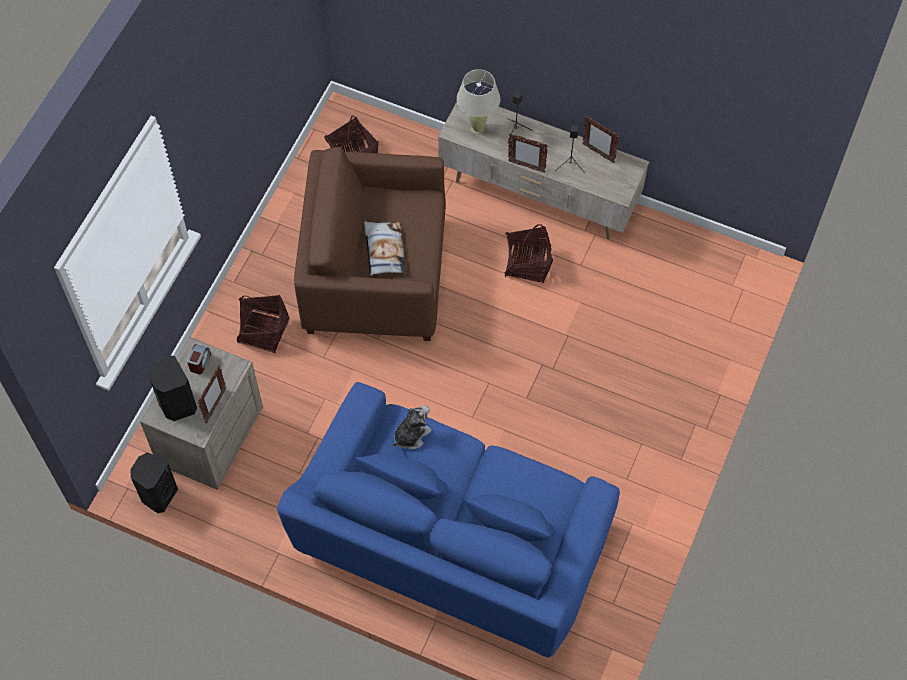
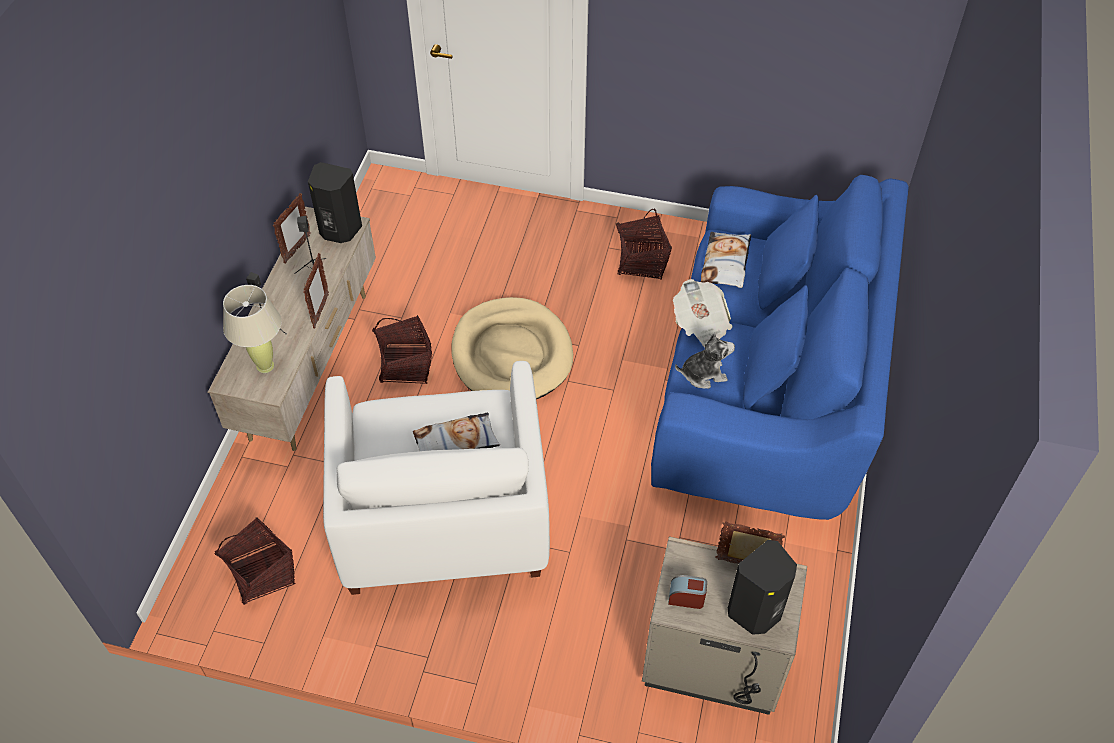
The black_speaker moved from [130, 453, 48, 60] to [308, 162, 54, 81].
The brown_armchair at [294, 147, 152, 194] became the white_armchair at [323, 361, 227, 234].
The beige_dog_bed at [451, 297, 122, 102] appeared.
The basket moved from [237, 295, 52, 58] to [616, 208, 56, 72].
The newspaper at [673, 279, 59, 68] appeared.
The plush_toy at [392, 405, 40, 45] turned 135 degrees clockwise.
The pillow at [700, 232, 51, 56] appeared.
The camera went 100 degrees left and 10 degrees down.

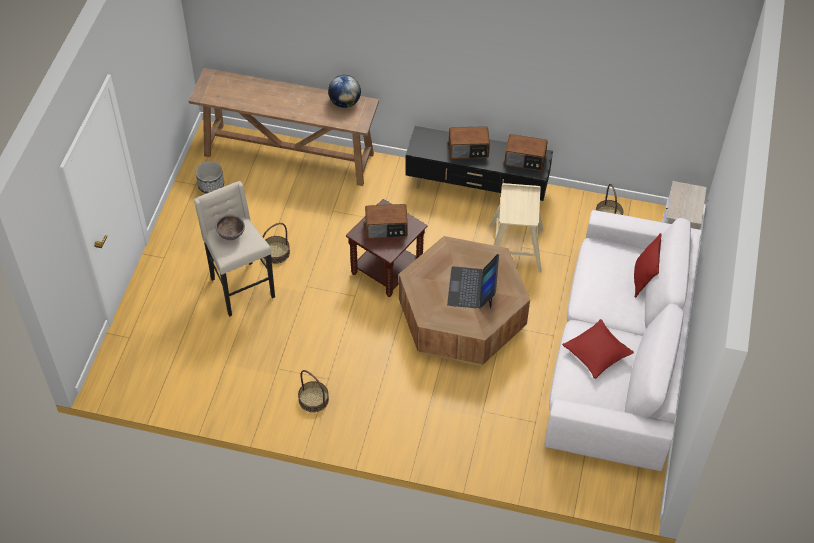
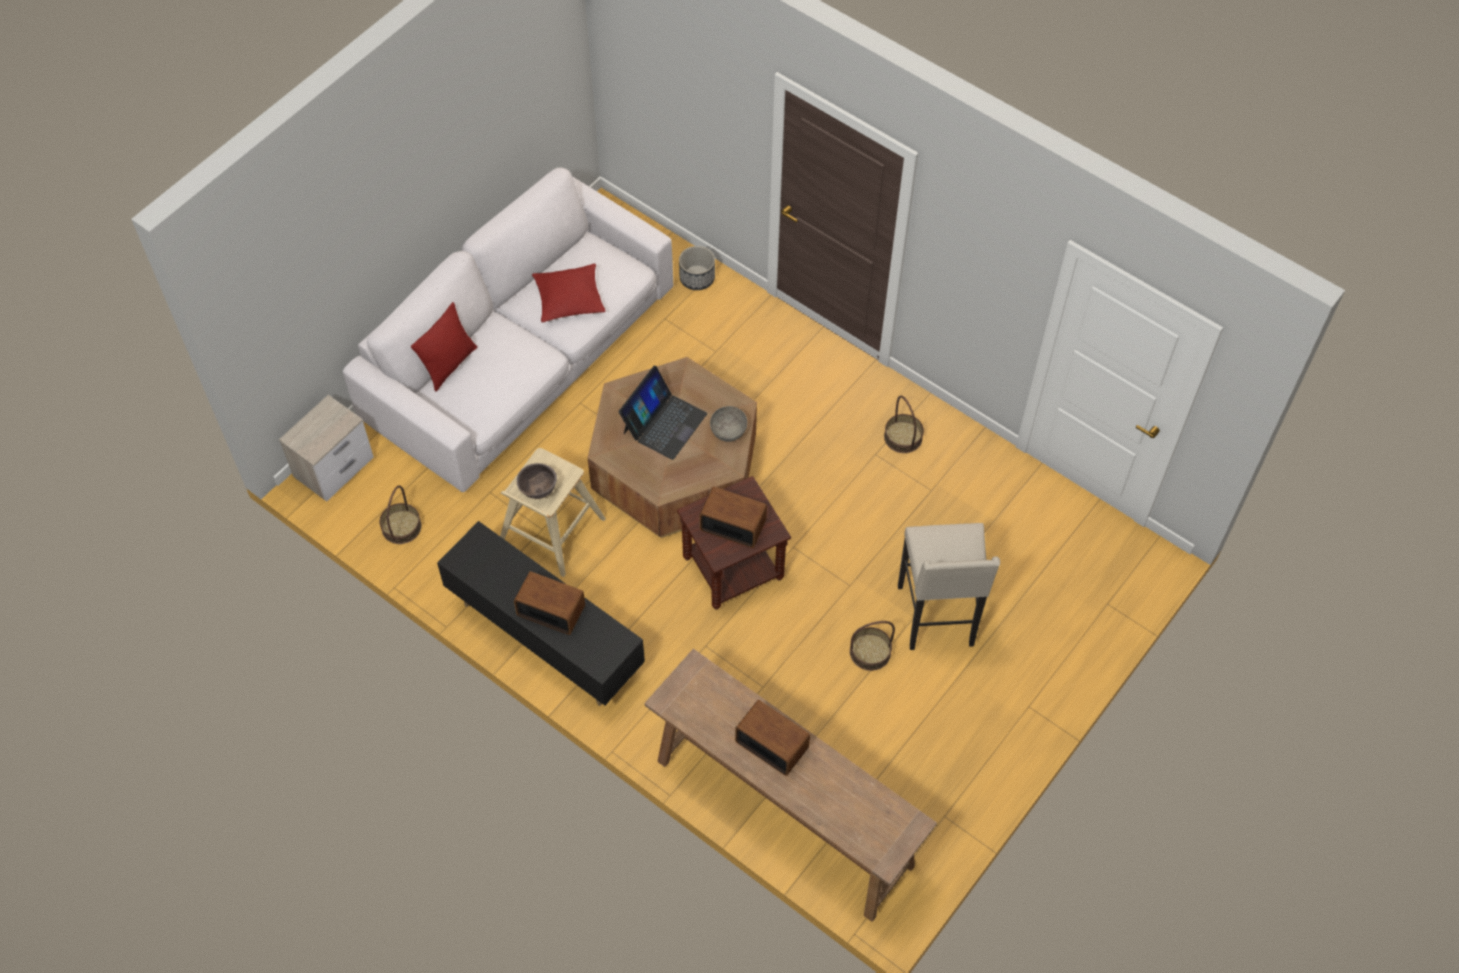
The brown_bowl moved from [215, 215, 30, 25] to [517, 463, 40, 36].
The planter moved from [196, 161, 28, 33] to [679, 246, 36, 44].
The grey_bowl at [710, 406, 37, 36] appeared.
The radio moved from [504, 134, 44, 37] to [735, 700, 75, 76].
The globe at [328, 75, 33, 33] disappeared.
The camera went 155 degrees left and 5 degrees up.

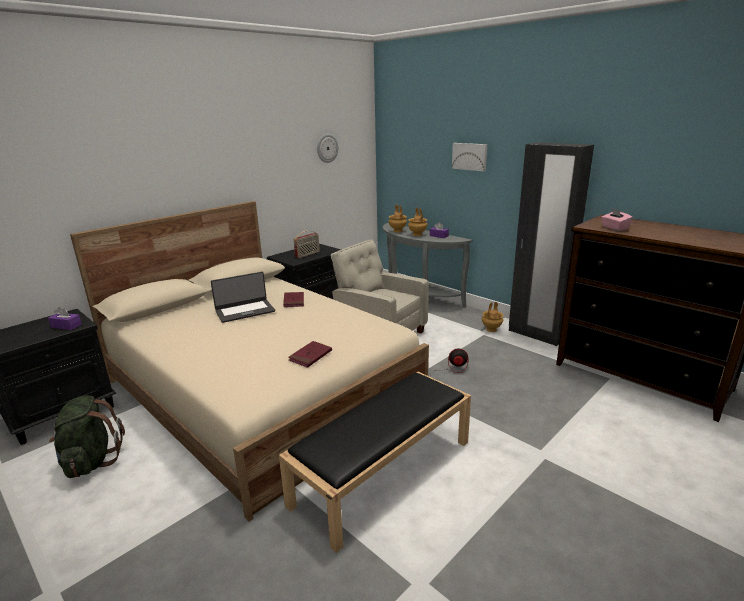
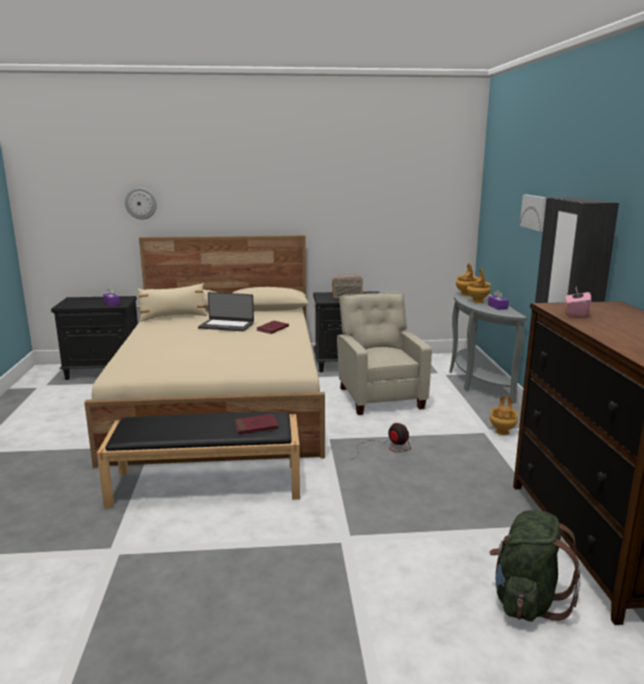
The wall_clock moved from [317, 134, 21, 29] to [125, 188, 32, 32].
The beige_pillow at [137, 283, 71, 39] appeared.
The red_book moved from [288, 341, 44, 27] to [235, 414, 44, 20].
The green_backpack moved from [49, 395, 76, 83] to [489, 510, 91, 112].
The camera went 40 degrees right and 5 degrees down.

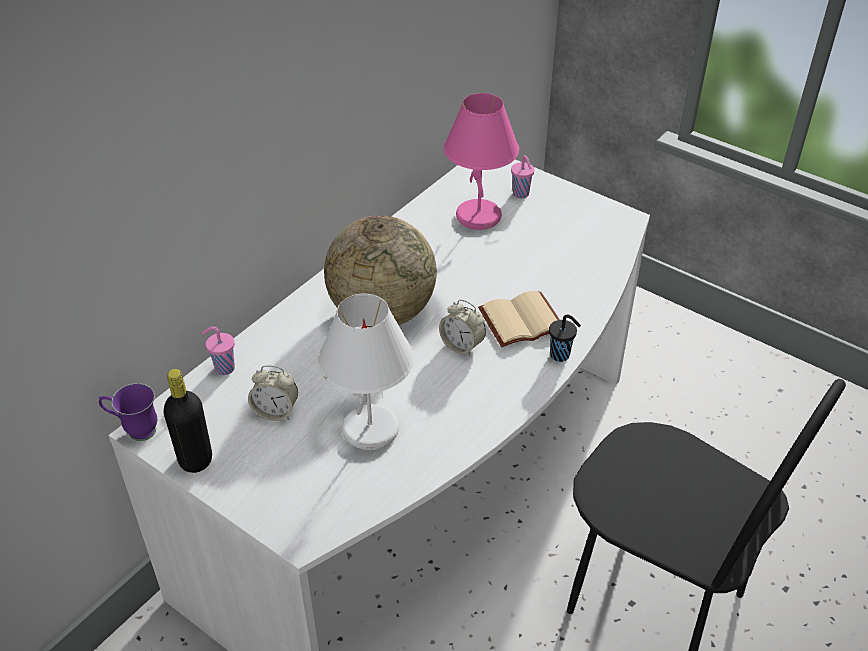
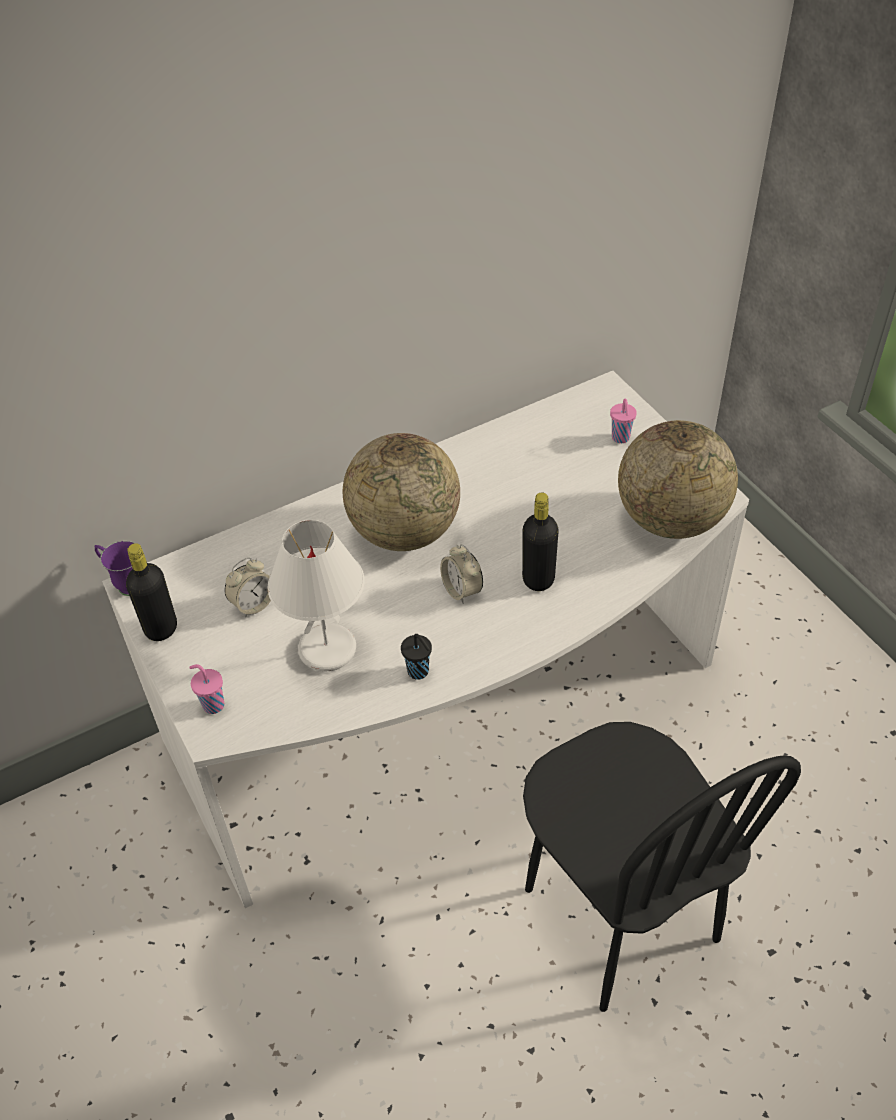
The pink_cup moved from [202, 326, 33, 49] to [190, 664, 34, 50].
The alarm_clock at [248, 365, 50, 56] turned 75 degrees counterclockwise.
The black_cup moved from [549, 314, 32, 48] to [401, 634, 31, 46].
The beige_book at [478, 291, 82, 56] was replaced by the black_bottle at [522, 493, 37, 98].
The globe at [618, 420, 120, 119] appeared.
The pink_table_lamp at [444, 93, 75, 137] disappeared.
The camera went 25 degrees right and 5 degrees up.

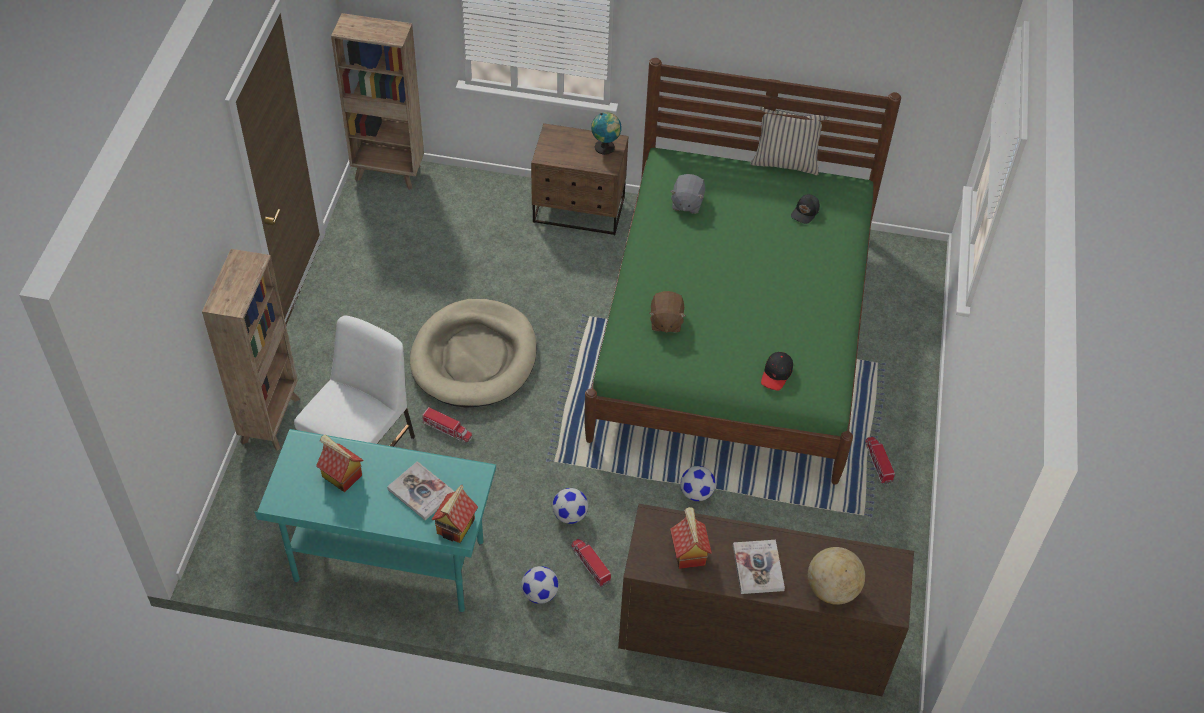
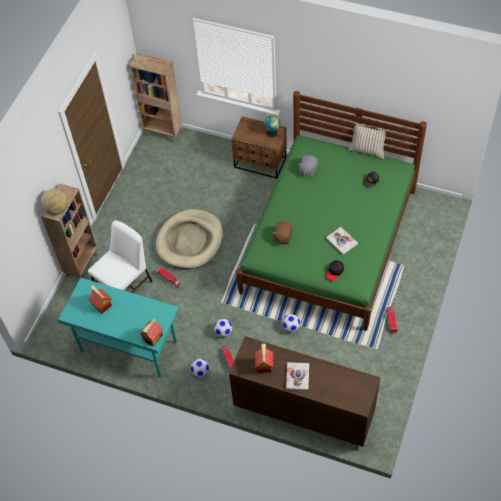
The globe moved from [808, 547, 57, 58] to [41, 188, 27, 27].
The book moved from [387, 461, 68, 59] to [326, 227, 32, 28].
The camera went 15 degrees right and 5 degrees up.

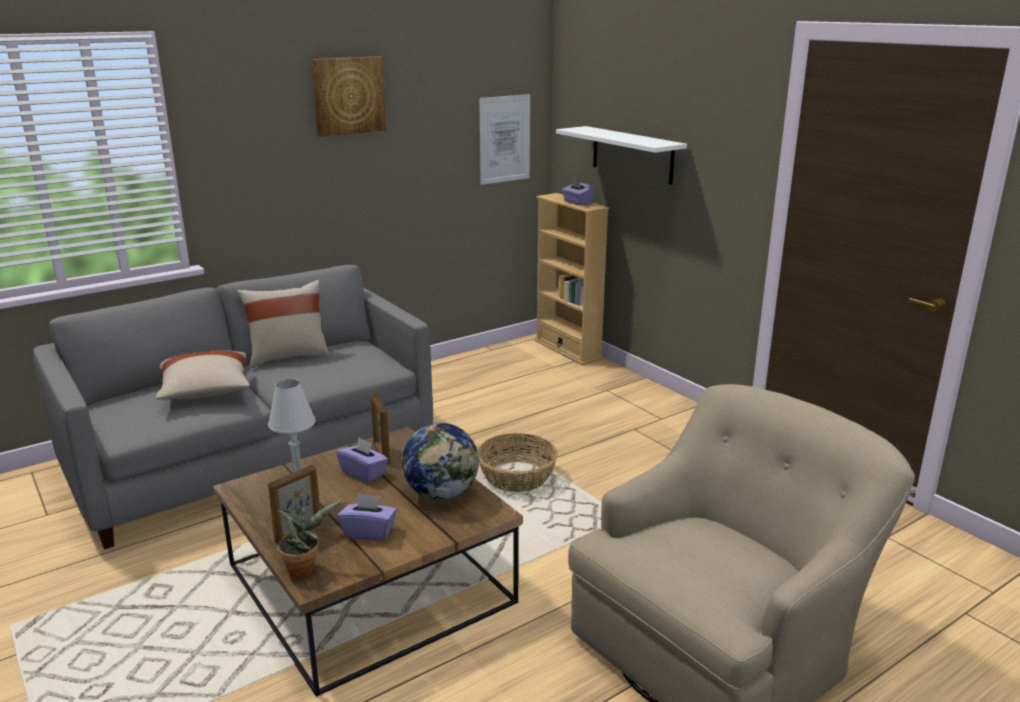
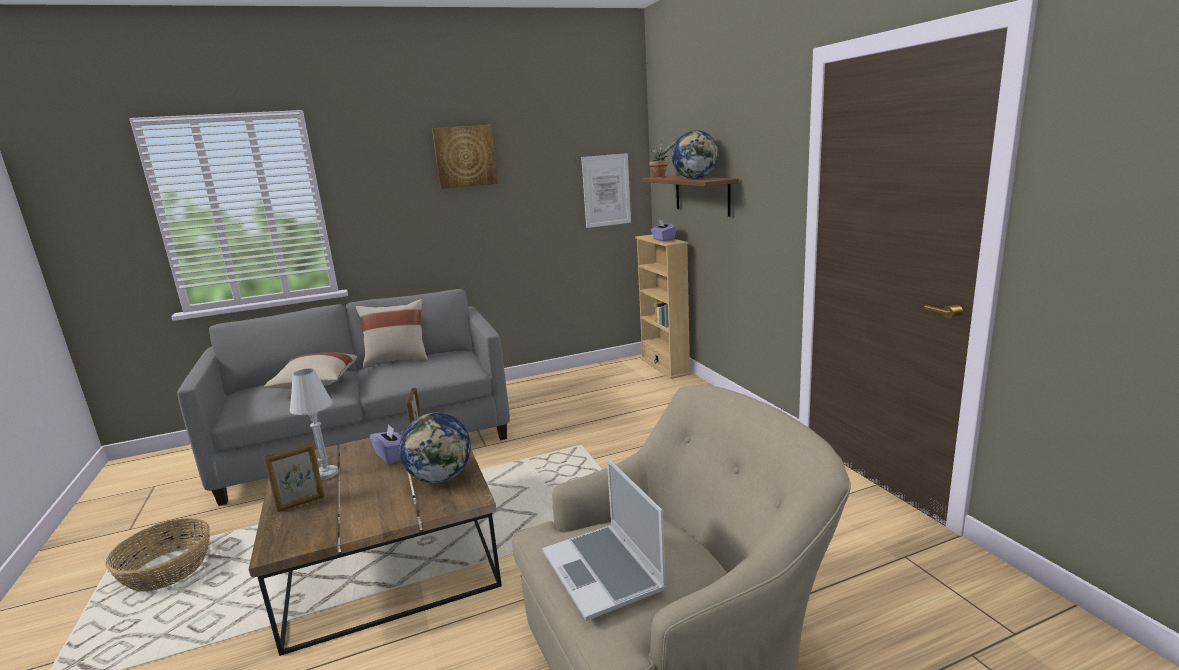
The basket moved from [477, 433, 81, 59] to [105, 518, 105, 74].
The laptop at [542, 458, 125, 163] appeared.
The white_shelf at [556, 126, 131, 59] became the brown_shelf at [642, 175, 97, 42].
The potted_plant moved from [278, 500, 63, 78] to [649, 140, 28, 37].
The globe at [671, 130, 48, 49] appeared.
The purple_tissue_box at [338, 494, 59, 47] disappeared.
The camera went 15 degrees right and 5 degrees down.

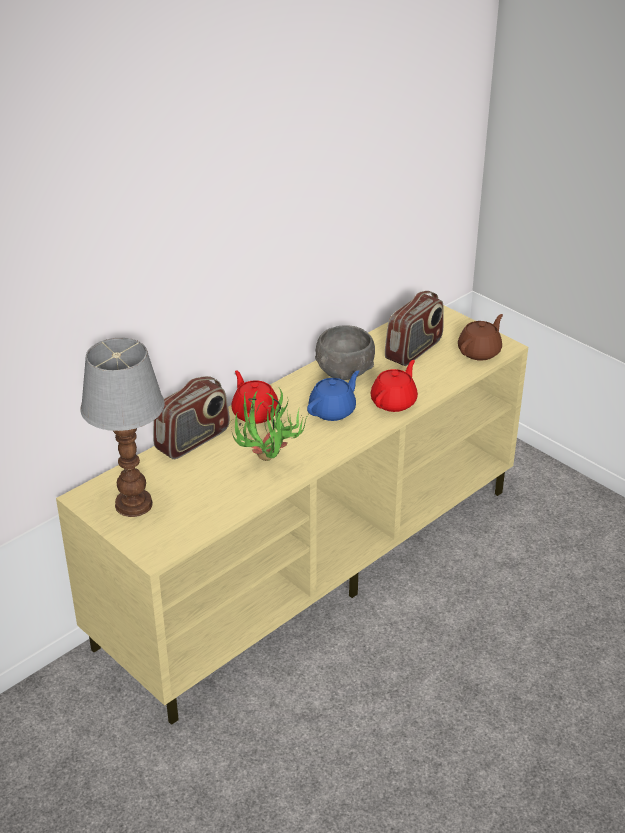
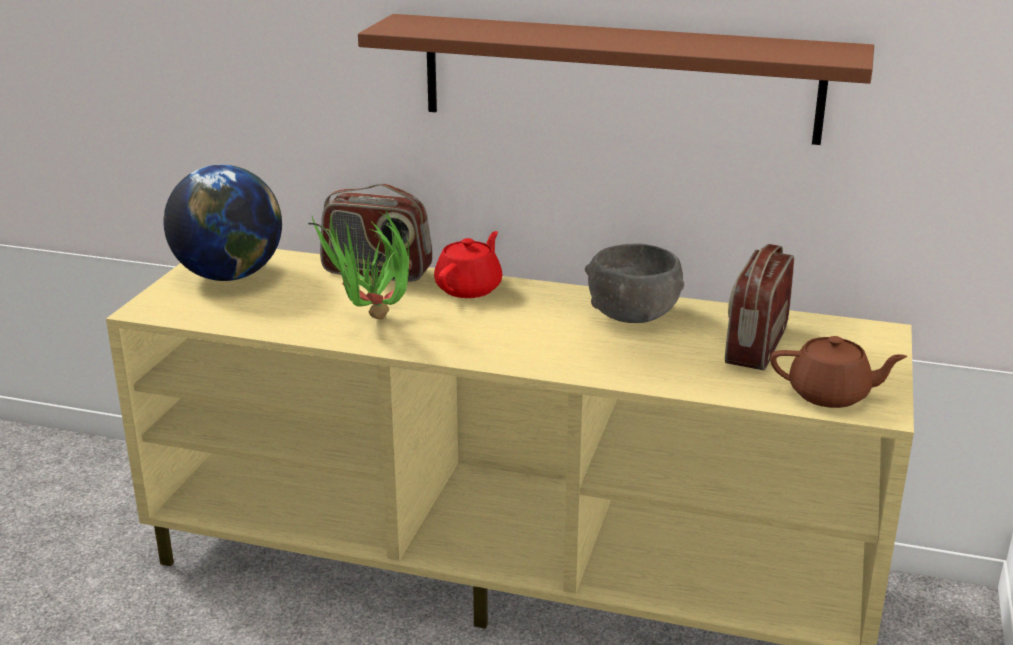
The table_lamp at [80, 338, 85, 179] was replaced by the globe at [164, 164, 118, 117].
The brown_shelf at [358, 14, 516, 131] appeared.
The radio at [385, 291, 59, 75] turned 105 degrees clockwise.
The blue_teapot at [307, 370, 53, 51] disappeared.
The red_teapot at [370, 360, 48, 52] disappeared.
The camera went 60 degrees right and 10 degrees down.

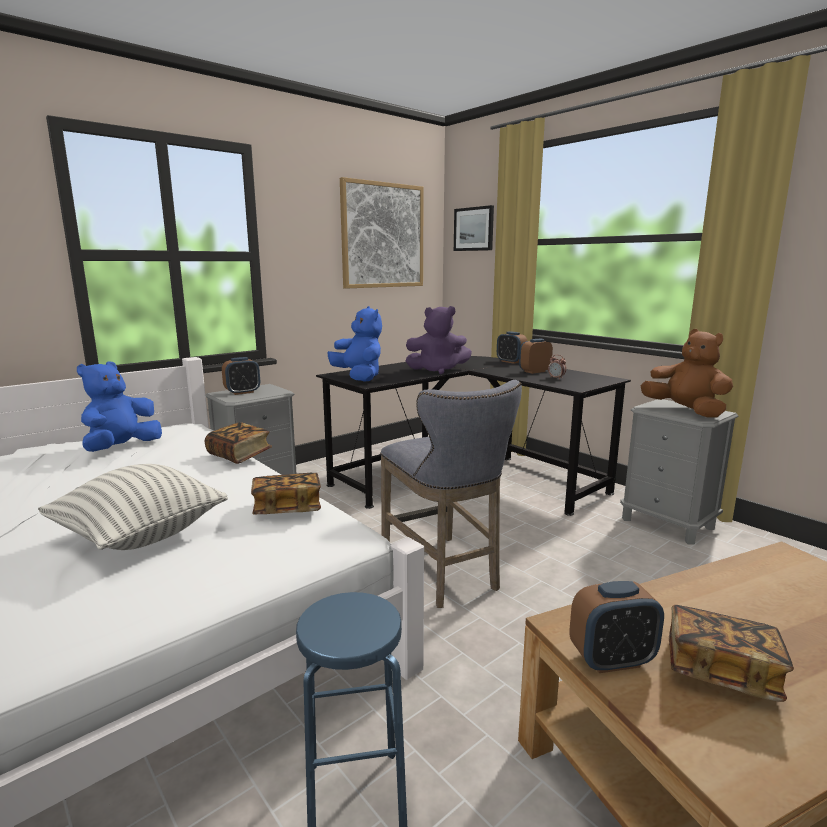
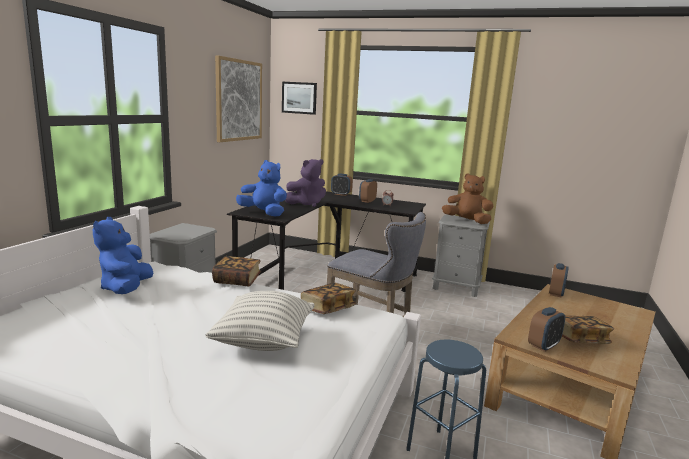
The alarm_clock moved from [222, 357, 38, 38] to [549, 263, 20, 35].
The camera went 30 degrees left and 0 degrees up.

